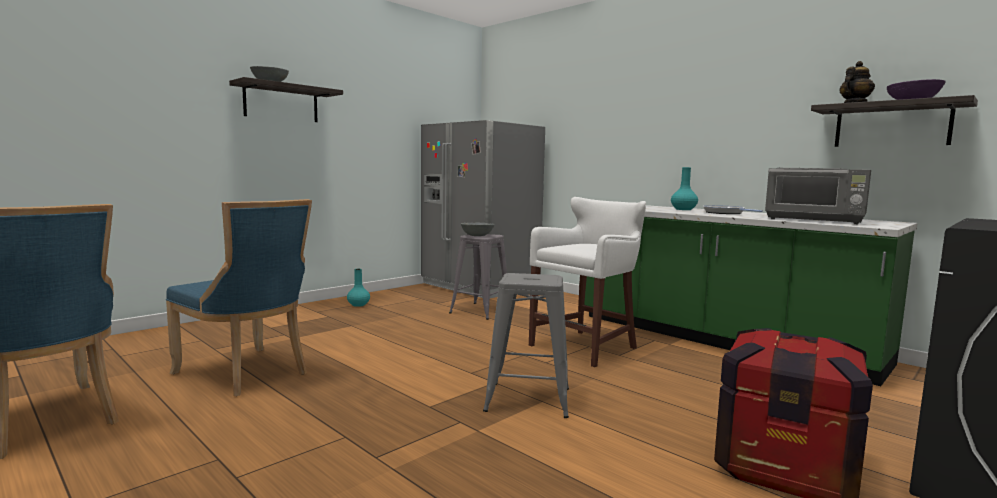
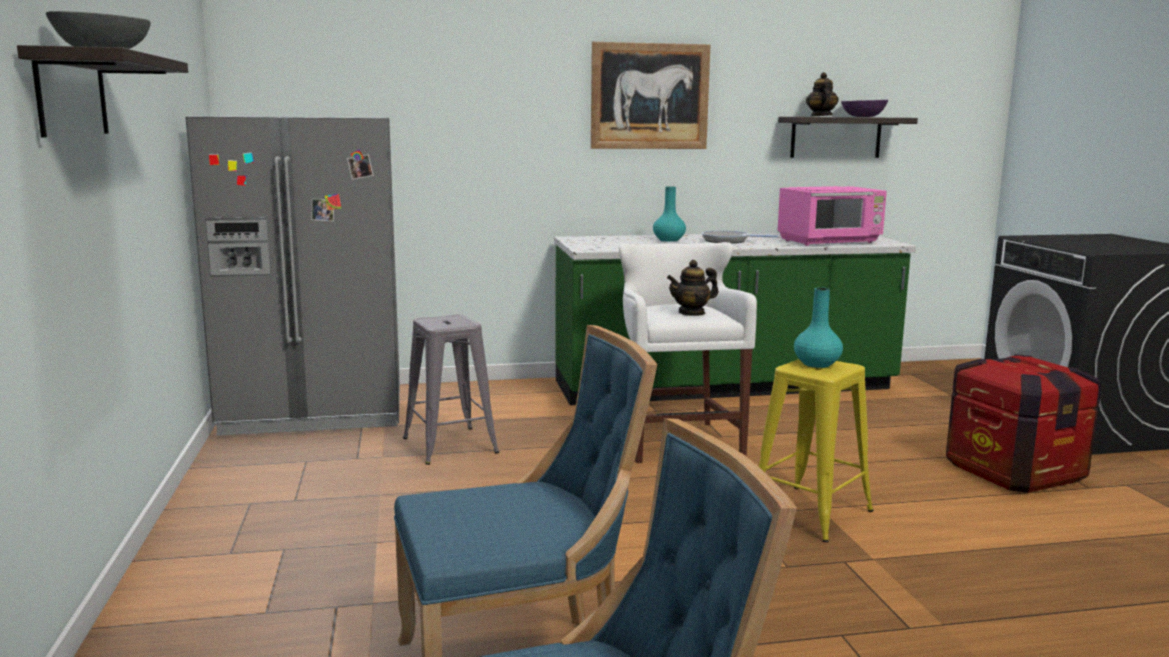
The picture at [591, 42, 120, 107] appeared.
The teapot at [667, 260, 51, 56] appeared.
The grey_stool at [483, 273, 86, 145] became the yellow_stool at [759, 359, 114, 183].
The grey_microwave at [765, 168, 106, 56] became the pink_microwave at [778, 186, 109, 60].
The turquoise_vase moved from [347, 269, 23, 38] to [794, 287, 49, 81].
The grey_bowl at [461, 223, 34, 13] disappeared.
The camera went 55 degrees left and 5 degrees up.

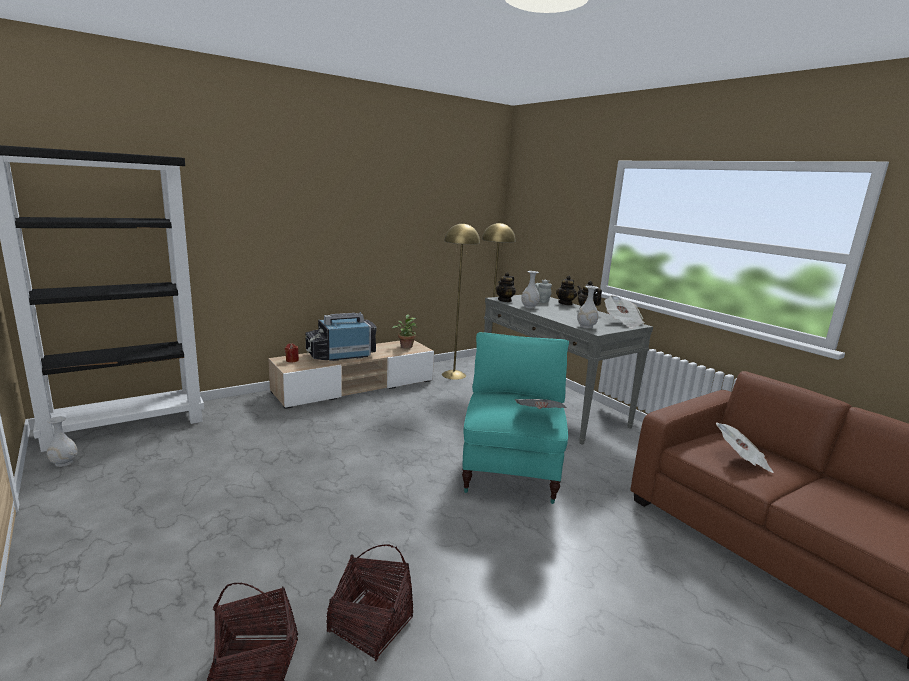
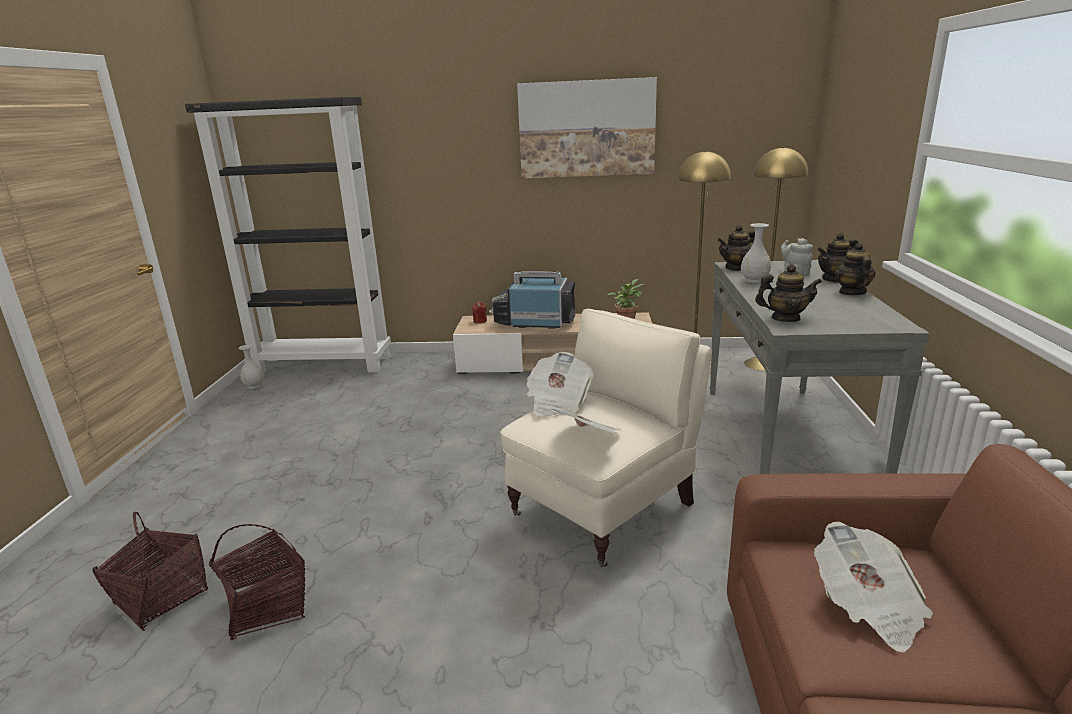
The turquoise_armchair at [462, 332, 107, 172] became the beige_armchair at [500, 309, 212, 258].
The picture at [517, 77, 140, 101] appeared.
The newspaper moved from [604, 295, 41, 33] to [526, 352, 68, 65].
The white_vase at [577, 286, 21, 43] was replaced by the teapot at [755, 264, 67, 58].
The camera went 40 degrees right and 5 degrees up.

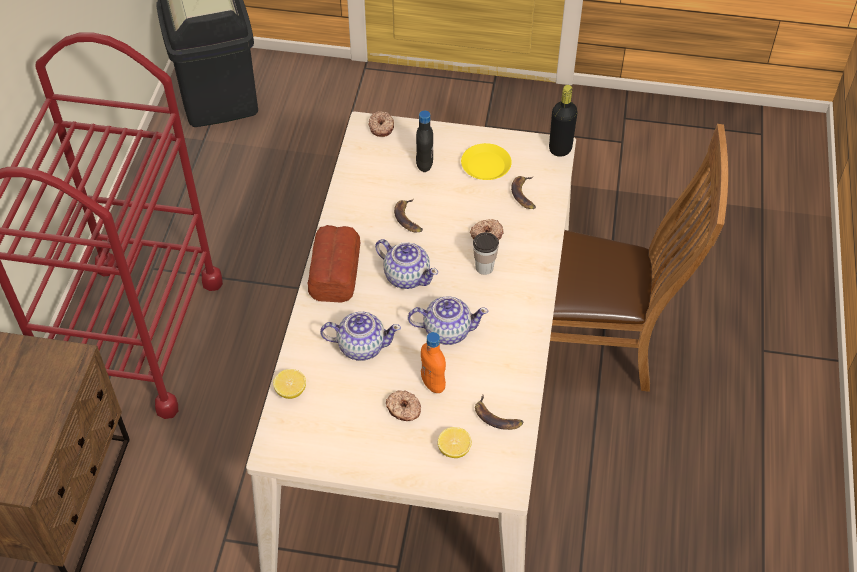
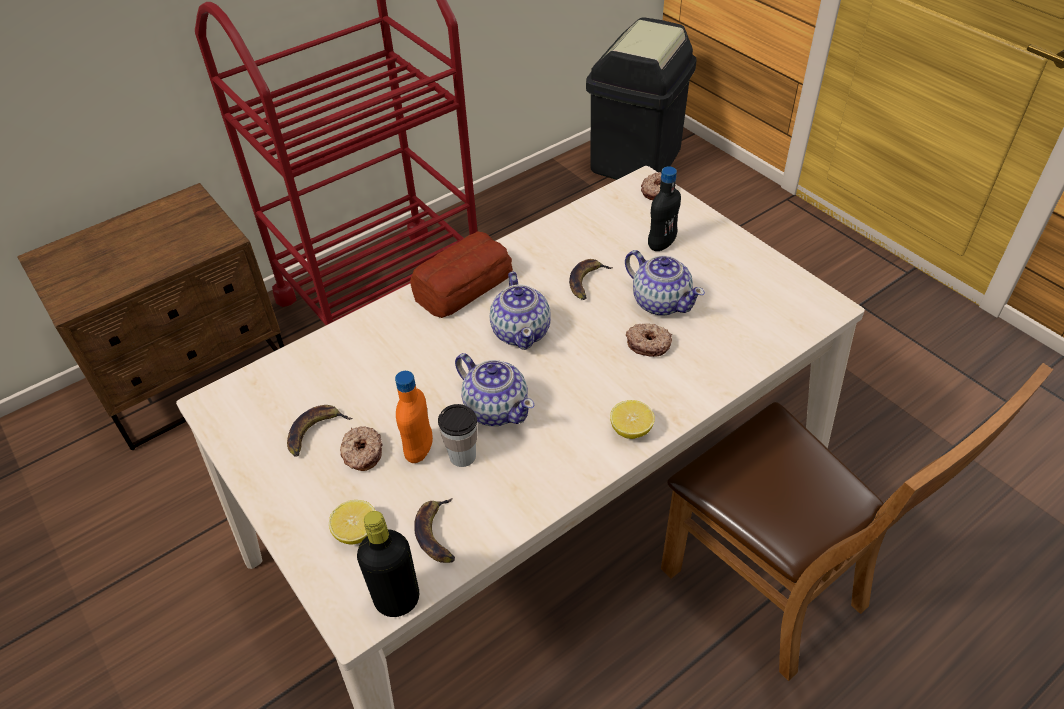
The banana moved from [511, 176, 25, 33] to [287, 405, 65, 52].
The black_bottle moved from [549, 85, 29, 72] to [357, 511, 62, 106].
The cup moved from [473, 232, 26, 43] to [438, 404, 39, 63].
The lemon moved from [273, 369, 33, 30] to [610, 400, 45, 39].
The teapot moved from [320, 312, 81, 49] to [625, 250, 80, 66].
The yellow_plate at [461, 143, 51, 37] disappeared.
The camera went 45 degrees right and 5 degrees down.

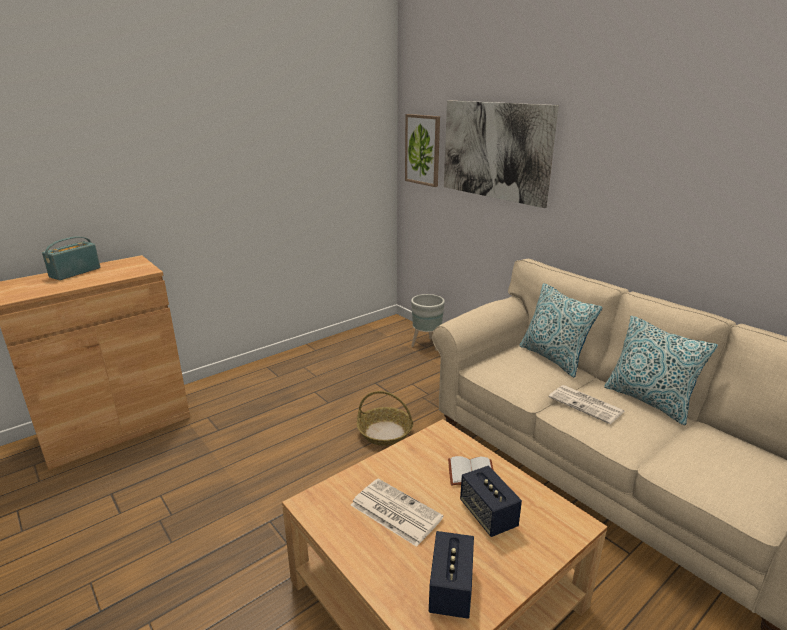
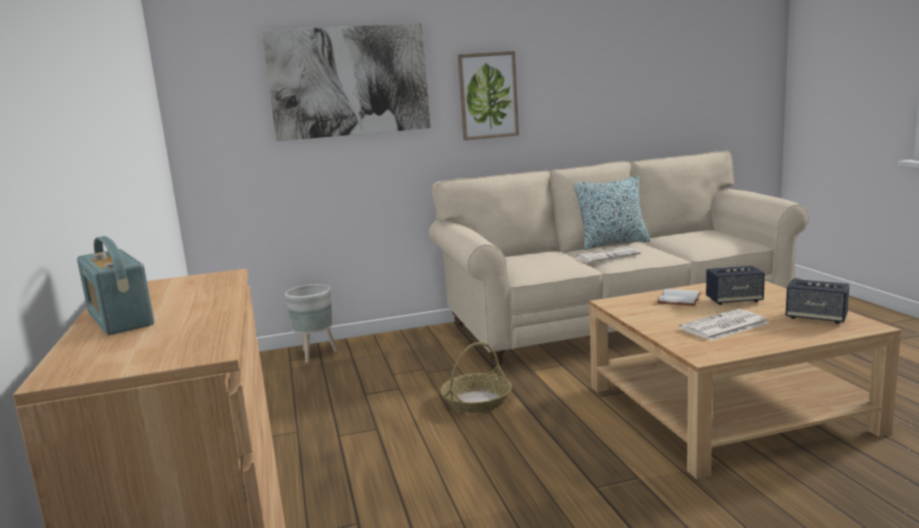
The picture moved from [405, 114, 35, 73] to [458, 51, 61, 89].
The pillow at [519, 283, 84, 94] disappeared.
The camera went 65 degrees left and 10 degrees down.

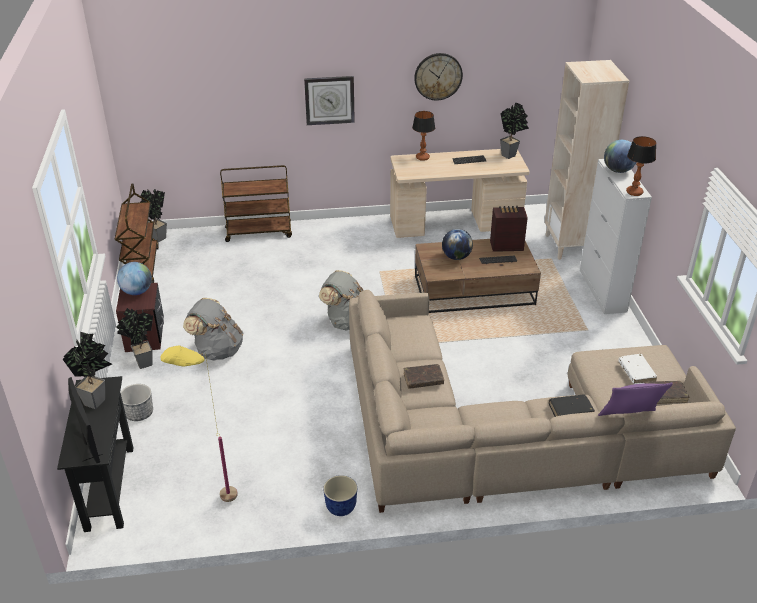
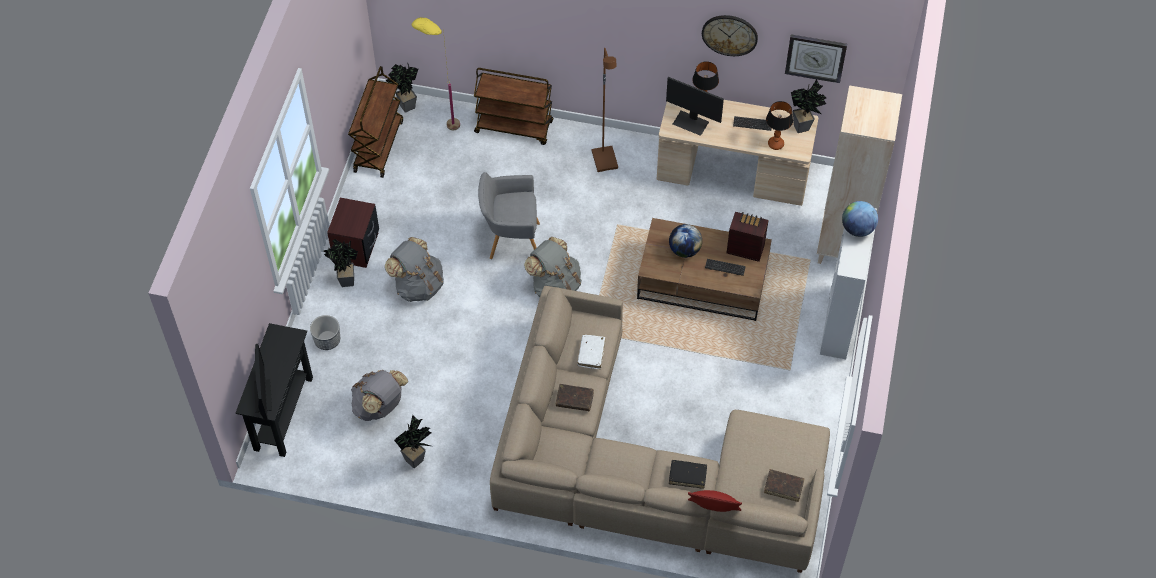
The grey_backpack at [351, 370, 57, 51] appeared.
The potted_plant moved from [63, 332, 49, 77] to [394, 415, 37, 53].
The yellow_floor_lamp moved from [160, 345, 78, 157] to [412, 17, 48, 113].
The grey_armchair at [478, 172, 62, 87] appeared.
The white_book moved from [618, 354, 39, 30] to [577, 335, 28, 34].
The brown_floor_lamp at [592, 48, 26, 124] appeared.
The monitor at [666, 77, 58, 59] appeared.
The purple_pillow at [598, 383, 74, 33] became the red_pillow at [688, 490, 54, 22].
The table_lamp moved from [626, 136, 30, 60] to [766, 101, 27, 49].
The wall_clock moved from [304, 76, 51, 49] to [785, 34, 62, 49].
The globe at [117, 262, 35, 33] disappeared.
The planter at [323, 475, 34, 41] disappeared.
The camera went 20 degrees right and 20 degrees up.

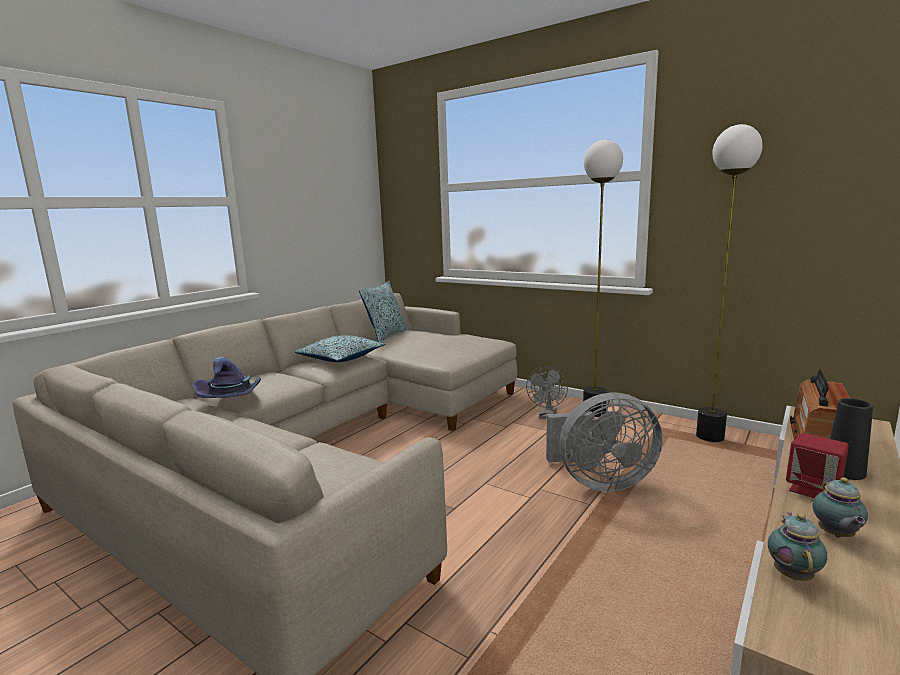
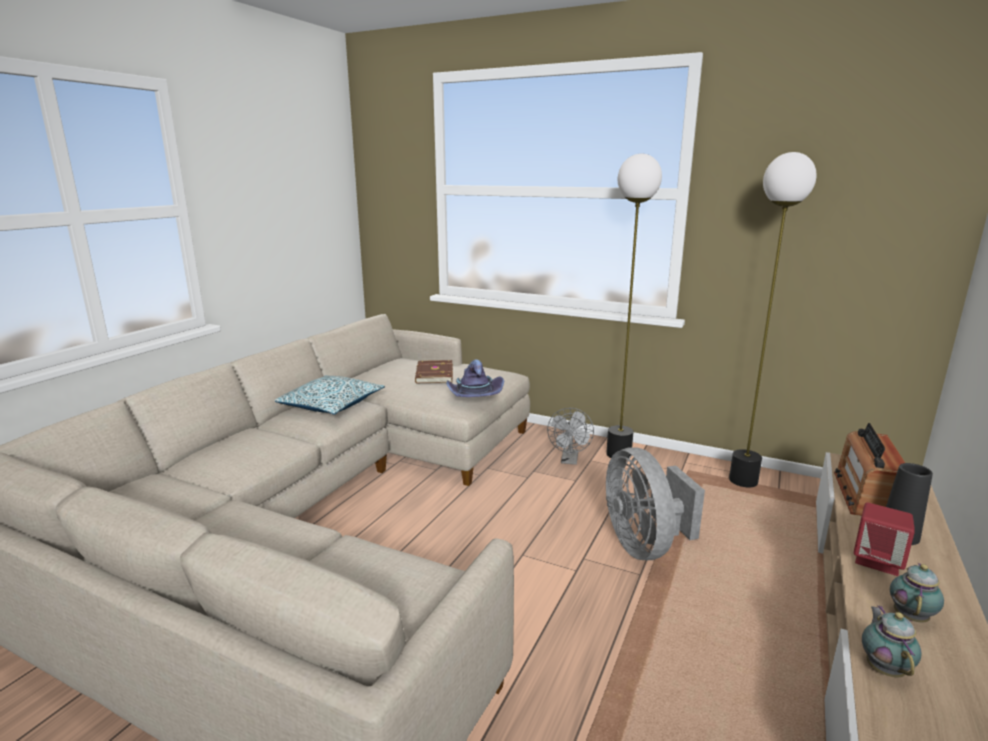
The brown_book at [415, 360, 38, 23] appeared.
The purple_hat moved from [193, 357, 68, 41] to [446, 359, 58, 38].
The grey_fan at [546, 393, 117, 99] turned 90 degrees clockwise.
The teapot at [813, 477, 55, 61] turned 150 degrees counterclockwise.
The pillow at [359, 281, 49, 62] disappeared.
The camera went 10 degrees left and 5 degrees up.

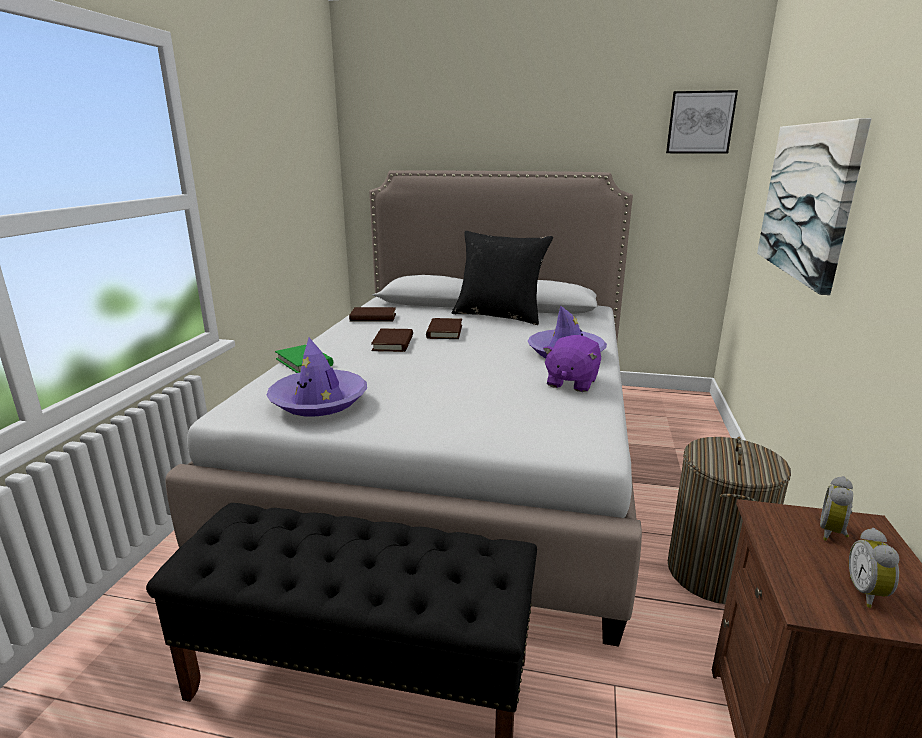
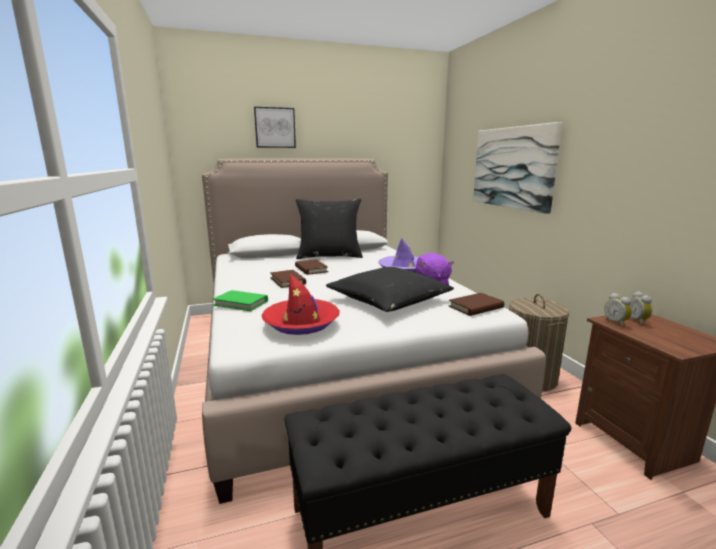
The picture moved from [666, 90, 72, 63] to [254, 107, 42, 41].
The purple_hat at [266, 338, 101, 78] became the red_hat at [261, 274, 79, 61].
The black_pillow at [326, 267, 128, 45] appeared.
The brown_book moved from [349, 307, 47, 15] to [449, 293, 55, 23].
The alarm_clock moved from [849, 528, 51, 80] to [604, 293, 28, 34].
The camera went 30 degrees left and 5 degrees down.

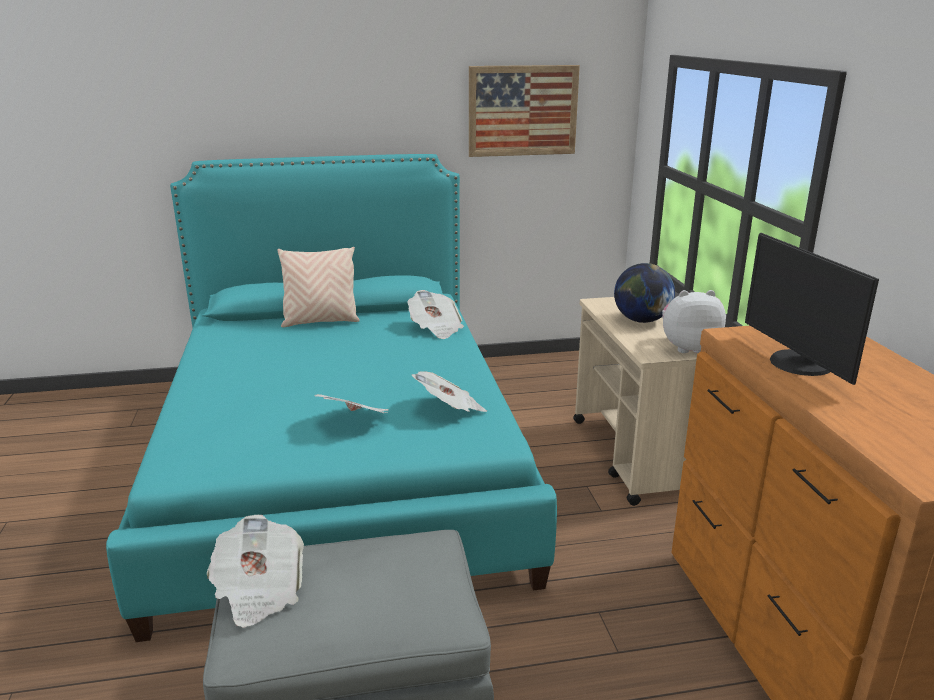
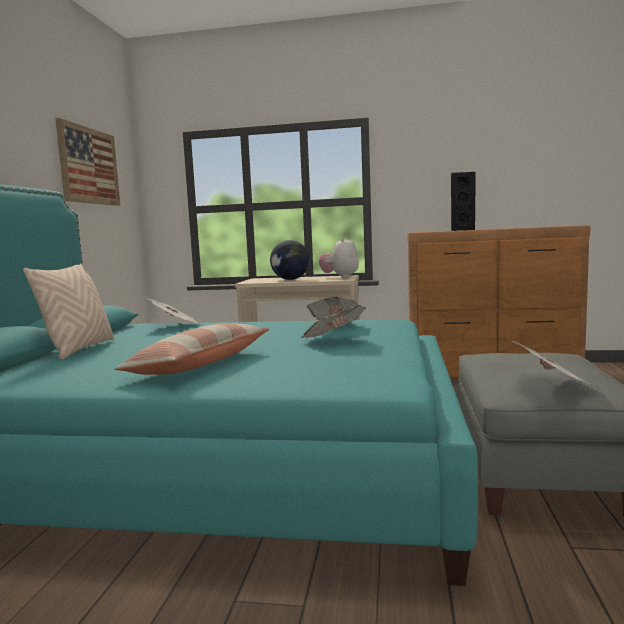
The pillow at [114, 323, 155, 52] appeared.
The monitor at [745, 233, 134, 152] was replaced by the black_speaker at [451, 172, 25, 59].
The camera went 70 degrees left and 15 degrees down.

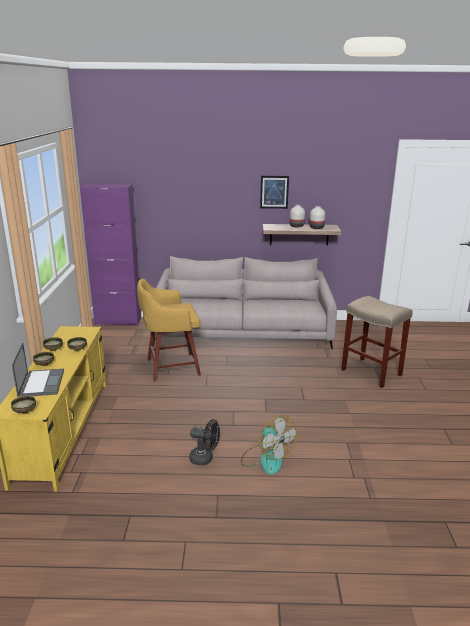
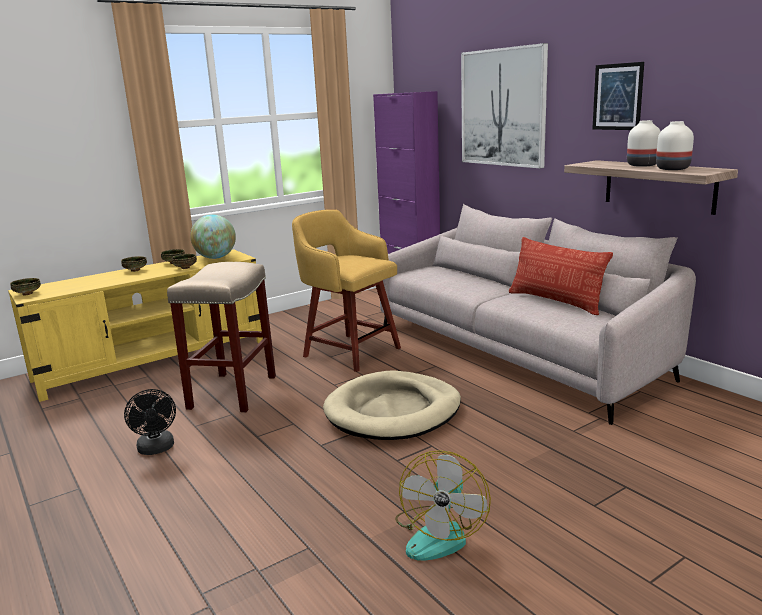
The beige_stool moved from [341, 296, 72, 92] to [167, 262, 109, 150].
The globe at [190, 214, 46, 45] appeared.
The beige_dog_bed at [323, 370, 138, 70] appeared.
The fan moved from [241, 416, 56, 59] to [395, 450, 96, 111].
The picture at [461, 43, 87, 125] appeared.
The pillow at [509, 237, 104, 78] appeared.
The laptop at [12, 343, 52, 54] disappeared.
The camera went 55 degrees right and 5 degrees down.

